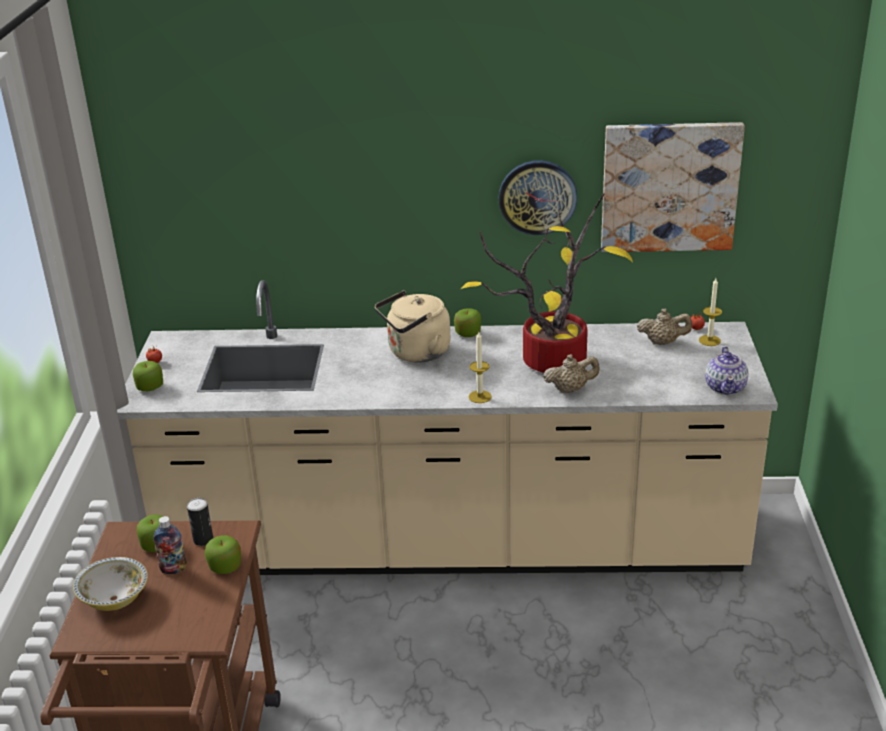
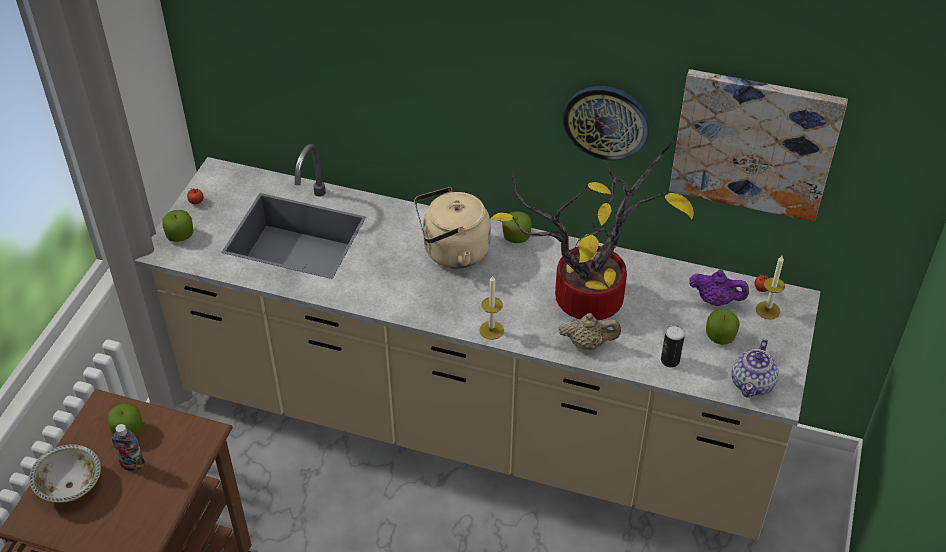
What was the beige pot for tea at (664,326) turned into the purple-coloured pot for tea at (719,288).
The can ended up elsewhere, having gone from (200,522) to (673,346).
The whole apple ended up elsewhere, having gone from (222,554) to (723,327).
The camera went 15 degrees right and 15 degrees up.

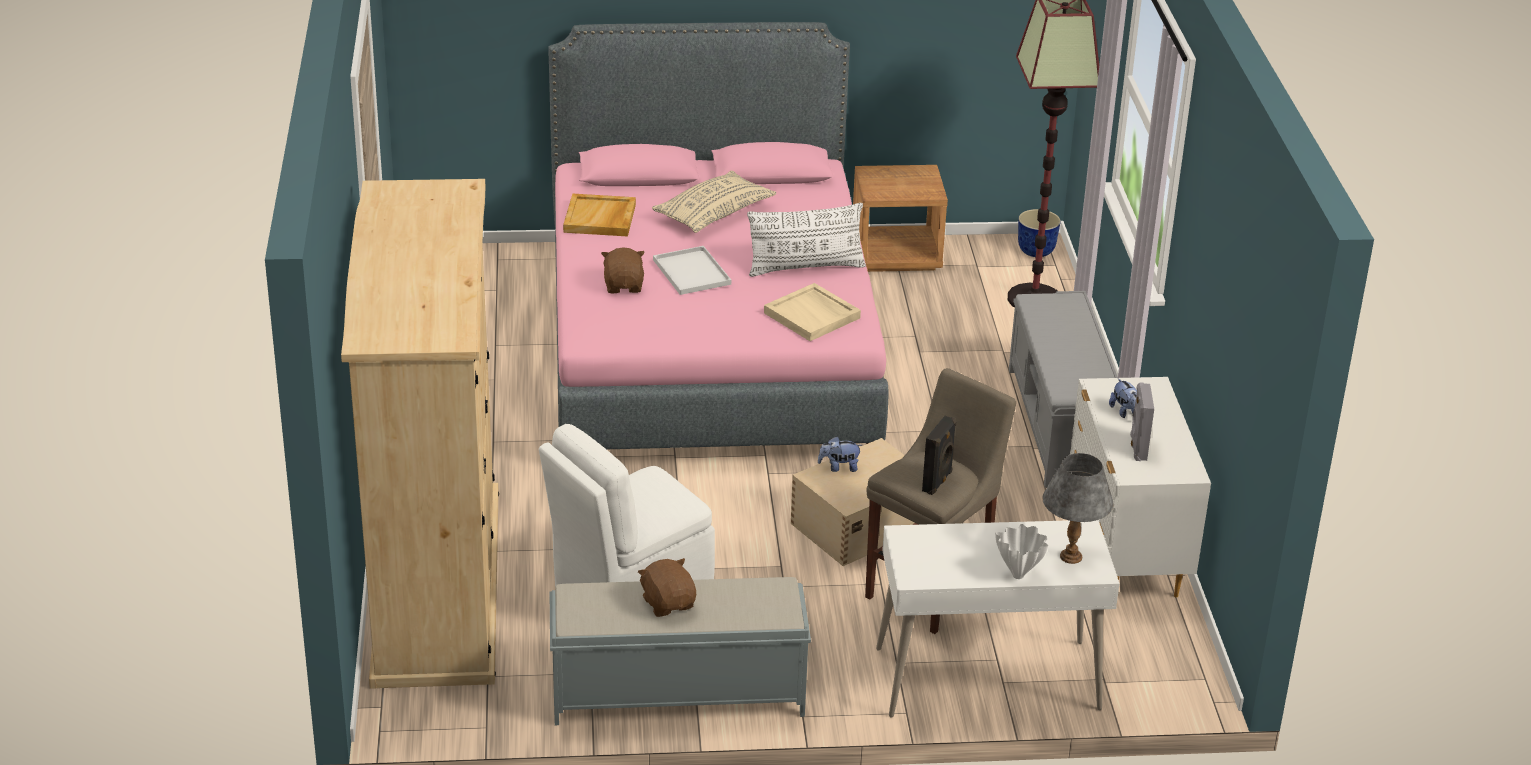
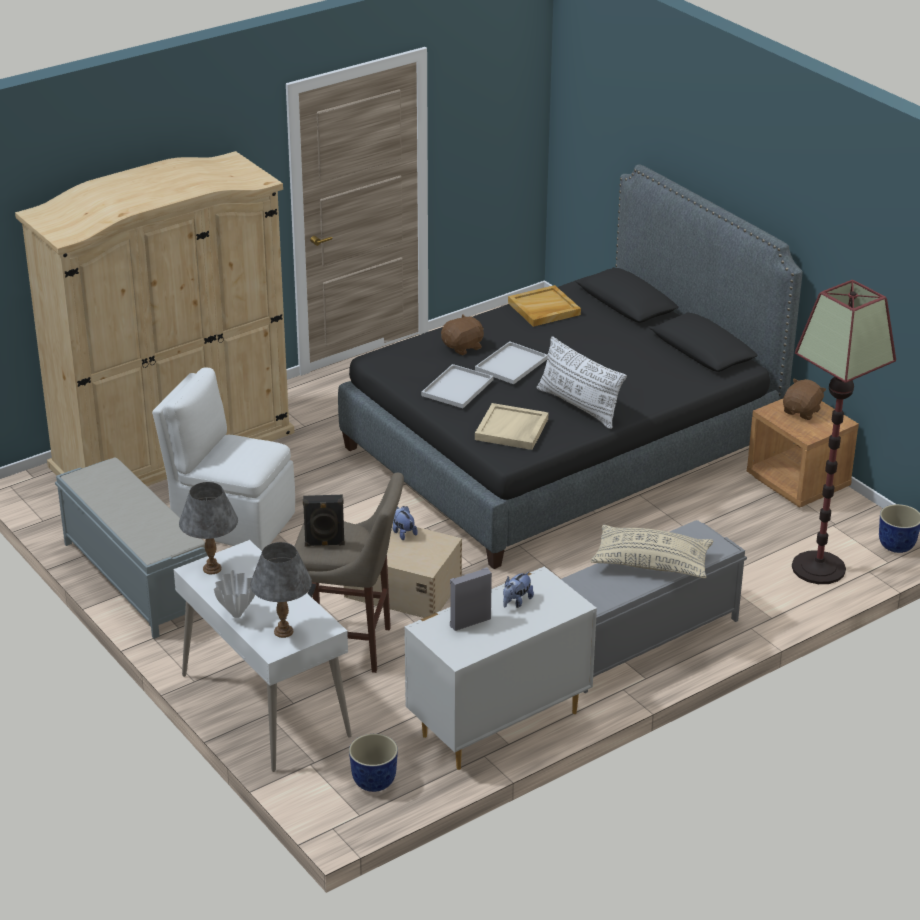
What was the pink bed at (718,235) turned into the blackish bed at (570,366).
The beige cushion ended up elsewhere, having gone from (714,202) to (652,551).
The brown-coloured soft toy ended up elsewhere, having gone from (667,587) to (804,399).
The second view gained the white-coloured carrying tray at (457,386).
The second view gained the greyish table lamp at (208,528).
The second view gained the planter at (373,763).
The camera went 60 degrees right and 0 degrees up.

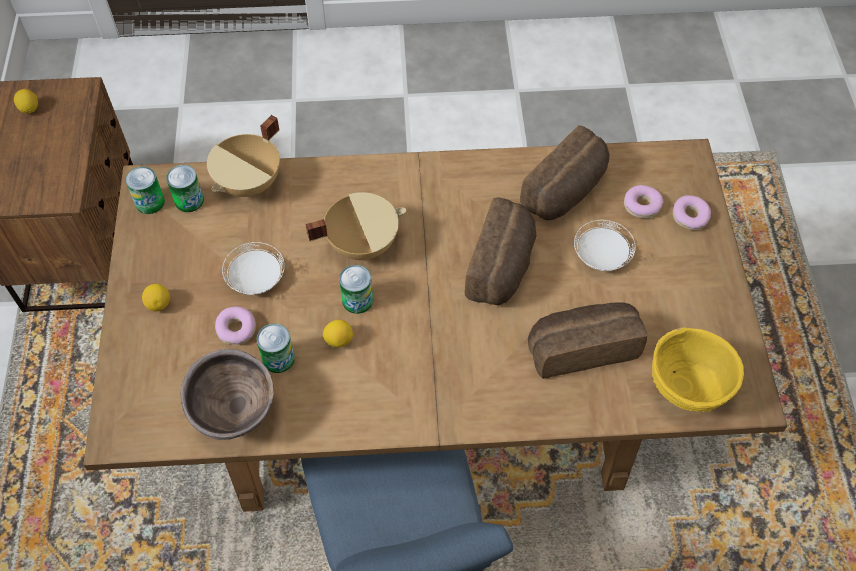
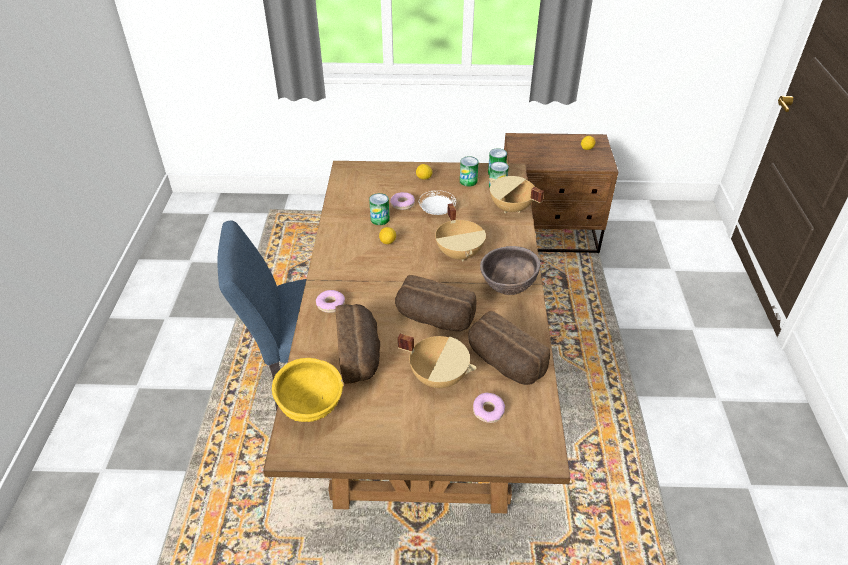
The ring doughnut ended up elsewhere, having gone from (692,212) to (330,301).
Where the white-coloured flat dish stood at (605,245), the beige cooking pot came to stand at (437,361).
The can ended up elsewhere, having gone from (356,289) to (469,171).
The brown-coloured bowl ended up elsewhere, having gone from (227,394) to (510,270).
The camera went 95 degrees right and 15 degrees down.

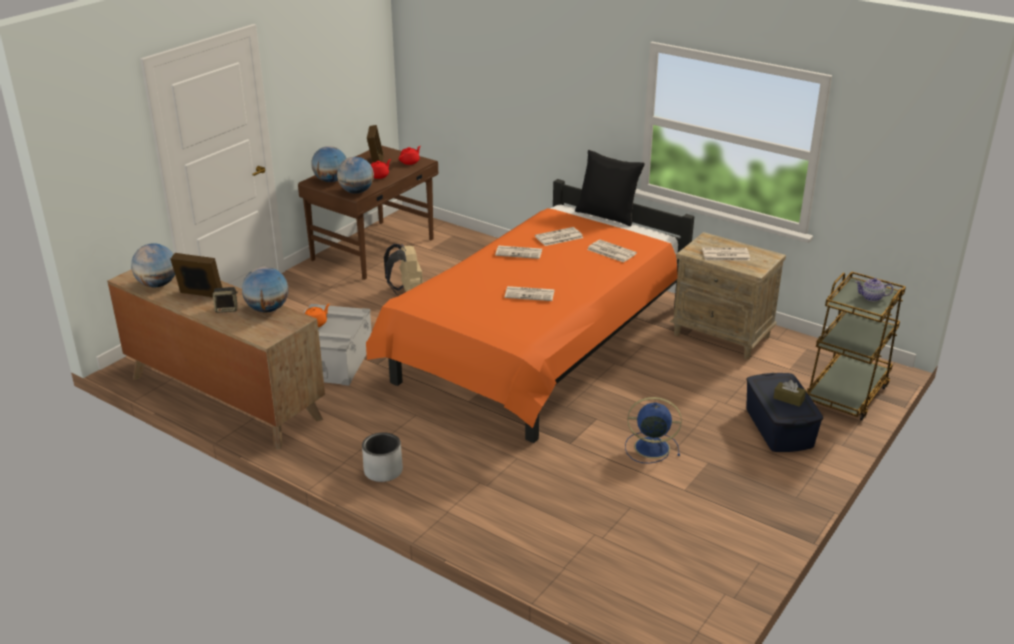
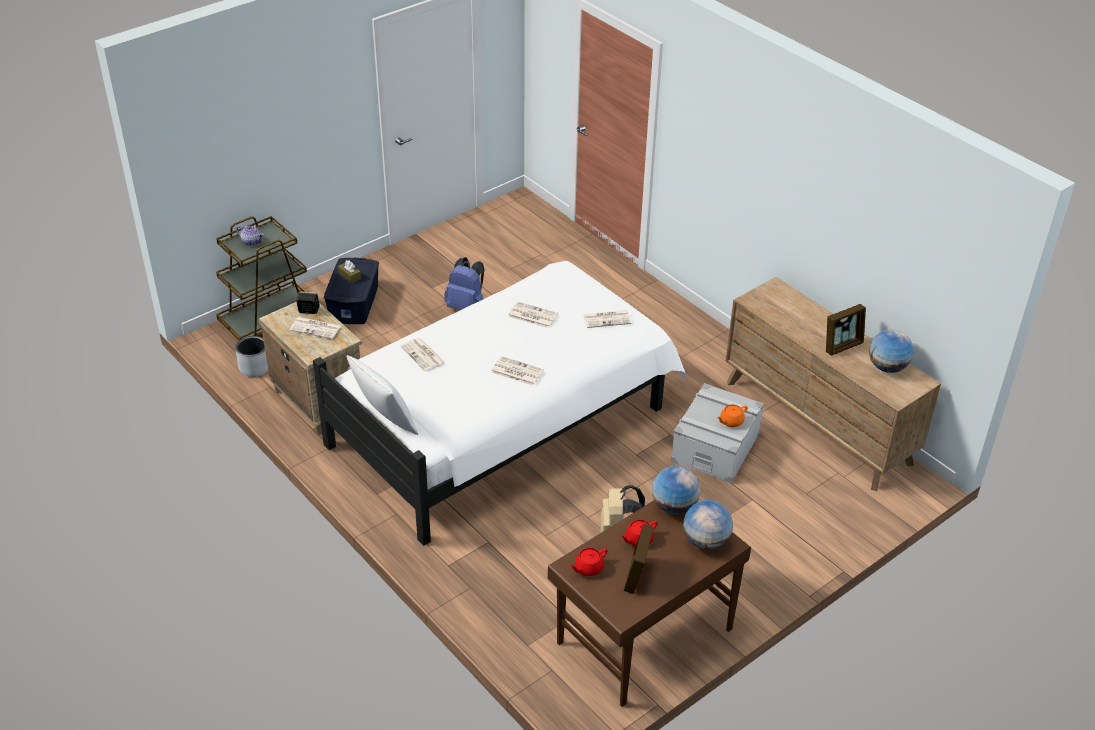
What was the blackish cushion at (610,188) turned into the white-coloured cushion at (382,395).
What was the orange-coloured bed at (530,311) turned into the white-coloured bed at (499,403).
The newspaper ended up elsewhere, having gone from (559,236) to (607,319).
The photo frame at (196,275) ended up facing another way, 60 degrees counterclockwise from before.
The second view lost the globe at (265,290).
The speaker ended up elsewhere, having gone from (225,300) to (307,303).
Where the blue-coloured fan stood at (653,430), the blue-coloured rucksack came to stand at (464,283).
The greyish planter ended up elsewhere, having gone from (382,457) to (251,356).
The camera went 165 degrees left and 10 degrees up.

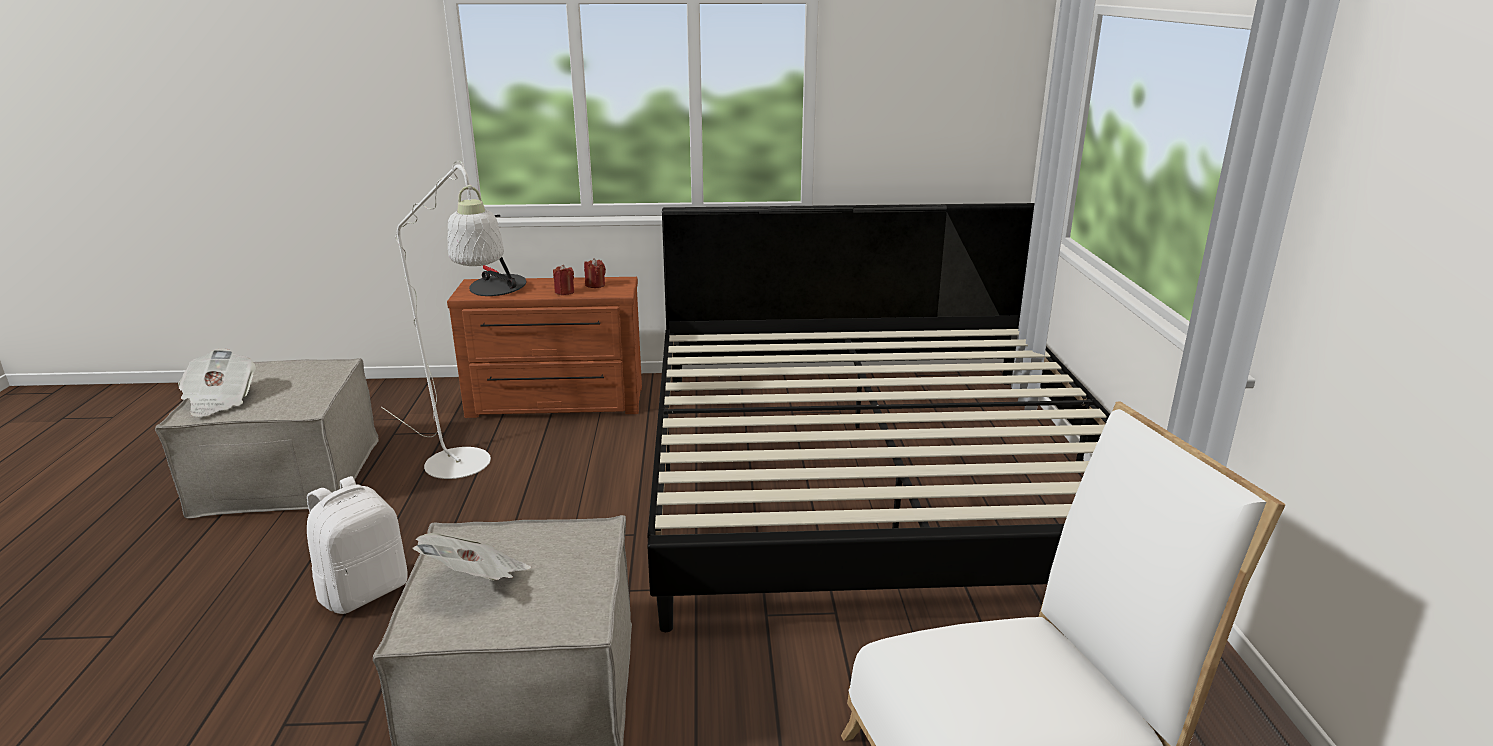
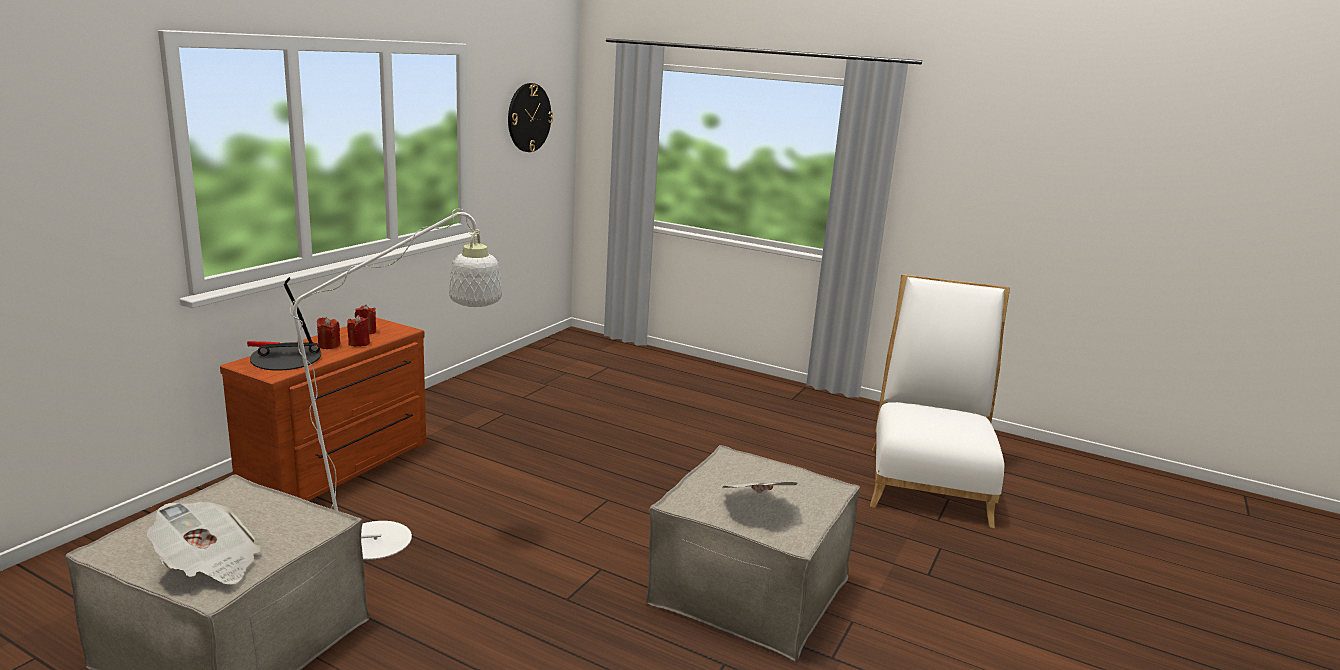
The second view lost the bed at (879,417).
The second view lost the white-coloured rucksack at (357,545).
The second view gained the hanging clock at (530,117).
The second view gained the red wax light at (329,333).
The camera went 60 degrees left and 5 degrees down.

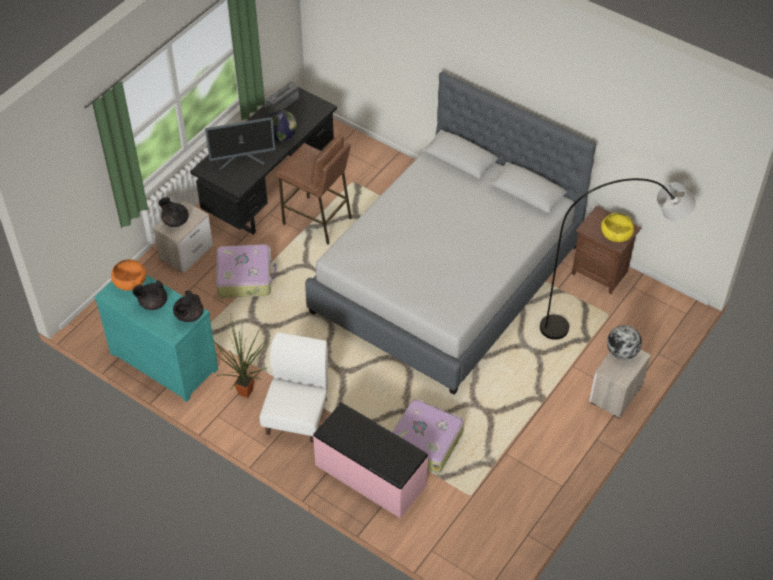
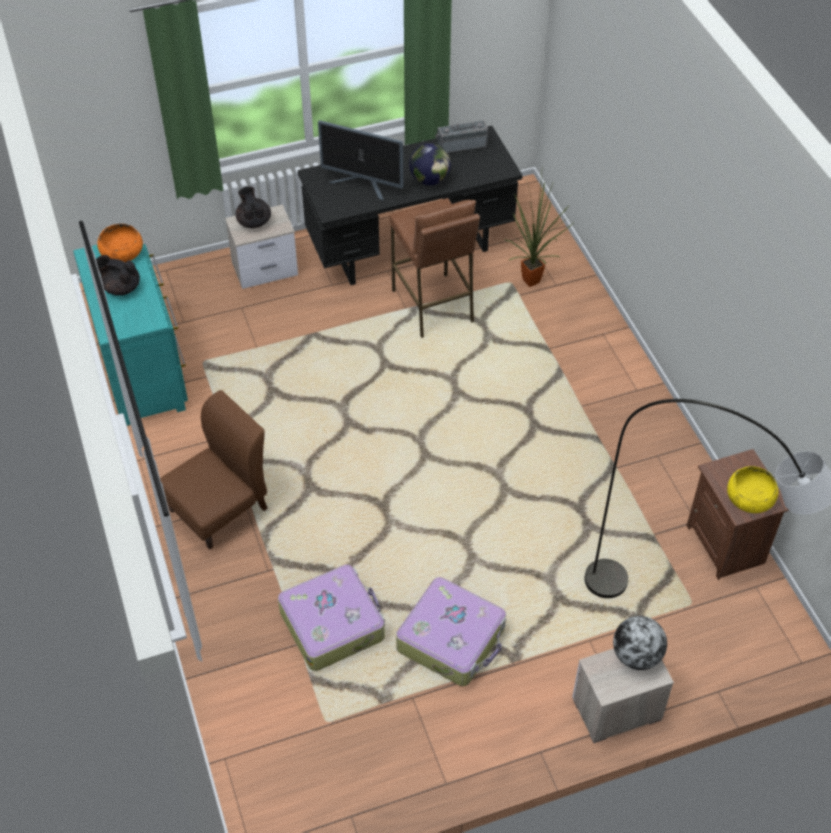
The second view lost the greyish bed at (450,233).
The travel case ended up elsewhere, having gone from (246,271) to (451,631).
The second view lost the blackish pot for tea at (188,306).
The potted plant ended up elsewhere, having gone from (240,356) to (538,230).
What was the white-coloured plain chair at (293,387) turned into the brown-coloured plain chair at (214,469).
The second view lost the pink bench at (371,460).
The camera went 35 degrees right and 0 degrees up.

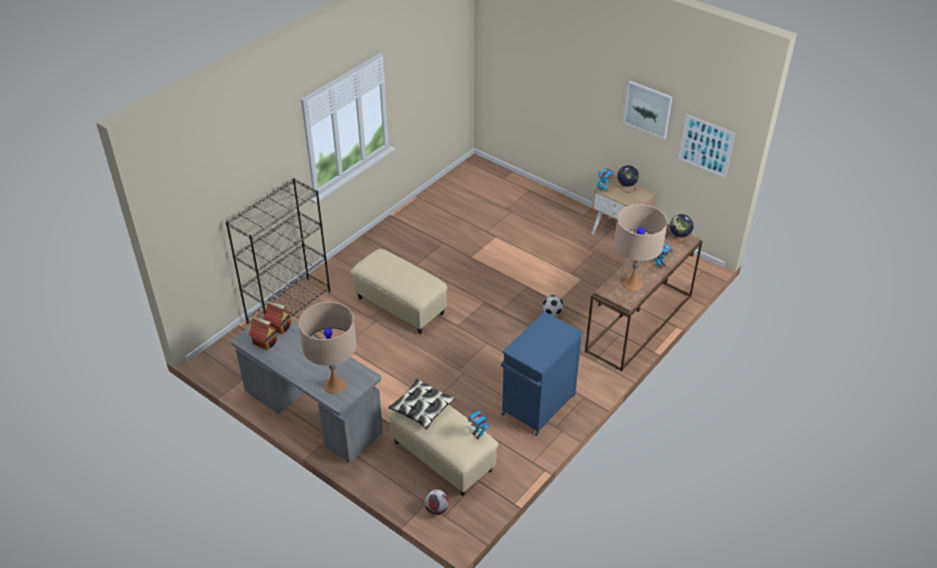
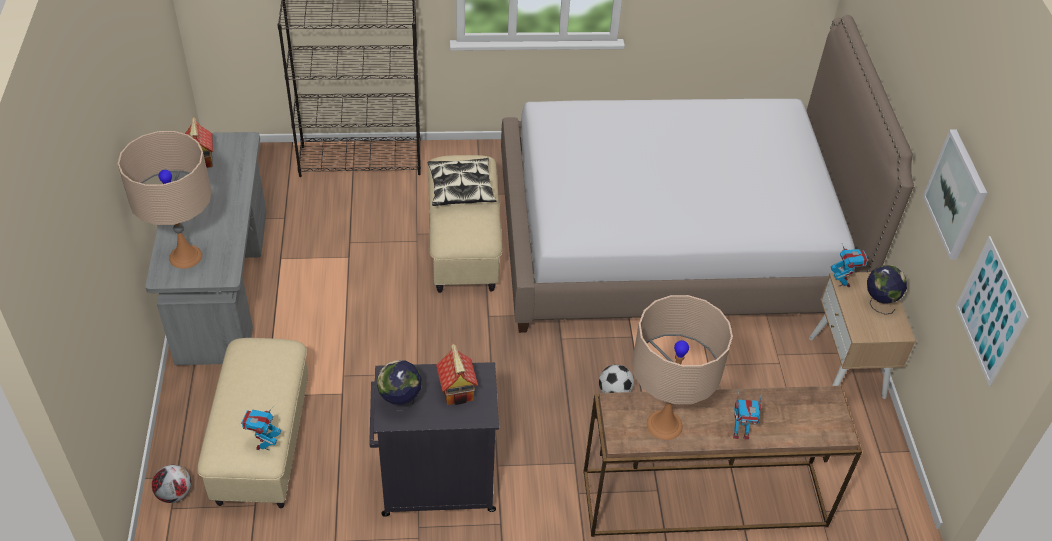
The globe ended up elsewhere, having gone from (681,228) to (399,385).
The toy house ended up elsewhere, having gone from (277,317) to (457,374).
What was the blue-coloured cupboard at (542,374) turned into the blackish cupboard at (434,439).
The cushion ended up elsewhere, having gone from (421,403) to (462,182).
The second view gained the bed at (707,174).
The camera went 45 degrees right and 5 degrees up.

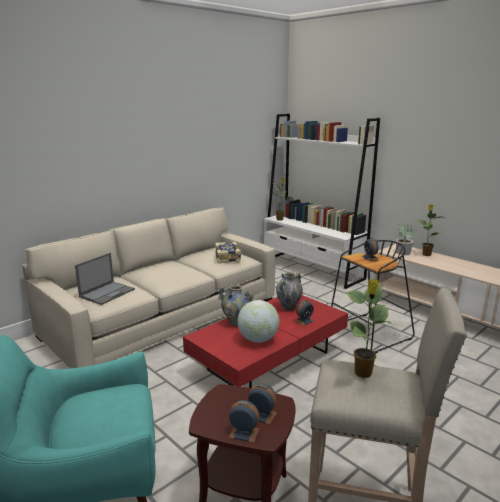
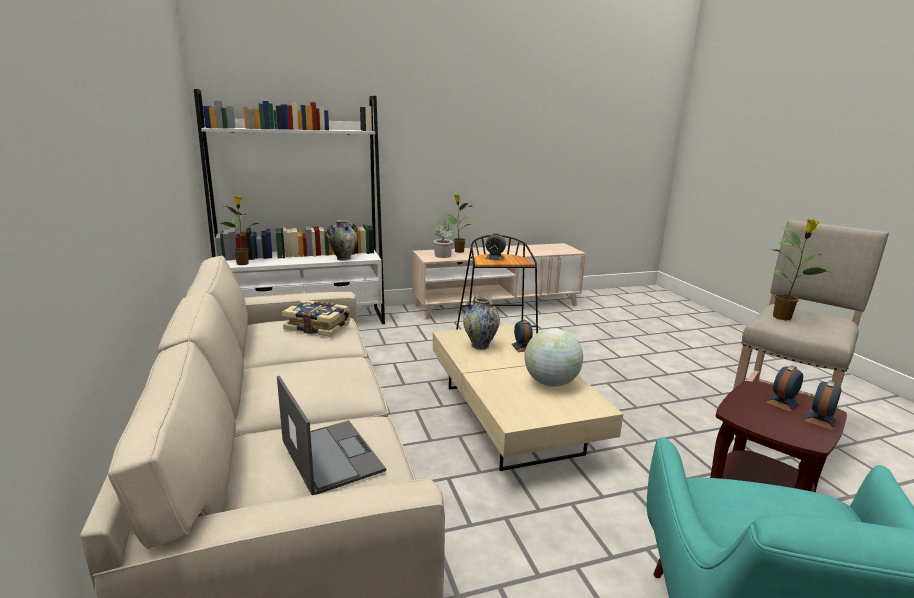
The vase ended up elsewhere, having gone from (236,305) to (342,240).
What was the red low table at (265,341) turned into the beige low table at (528,397).
The camera went 65 degrees left and 0 degrees up.

